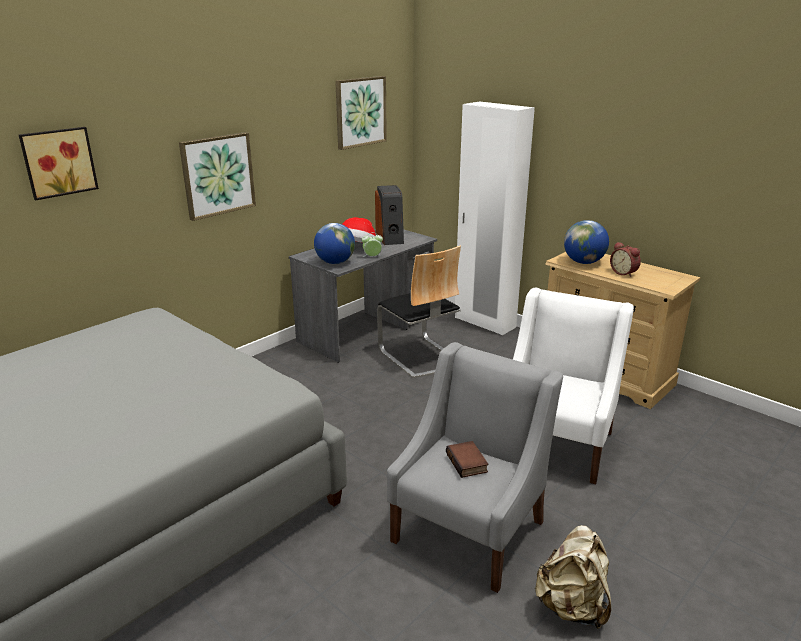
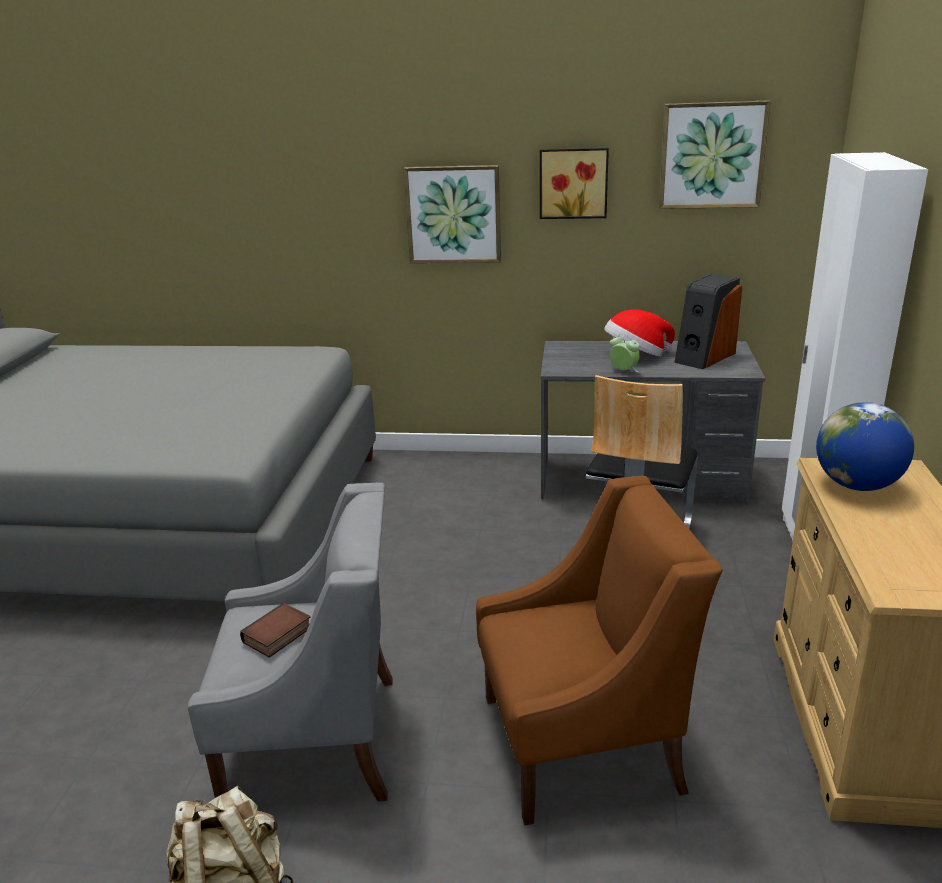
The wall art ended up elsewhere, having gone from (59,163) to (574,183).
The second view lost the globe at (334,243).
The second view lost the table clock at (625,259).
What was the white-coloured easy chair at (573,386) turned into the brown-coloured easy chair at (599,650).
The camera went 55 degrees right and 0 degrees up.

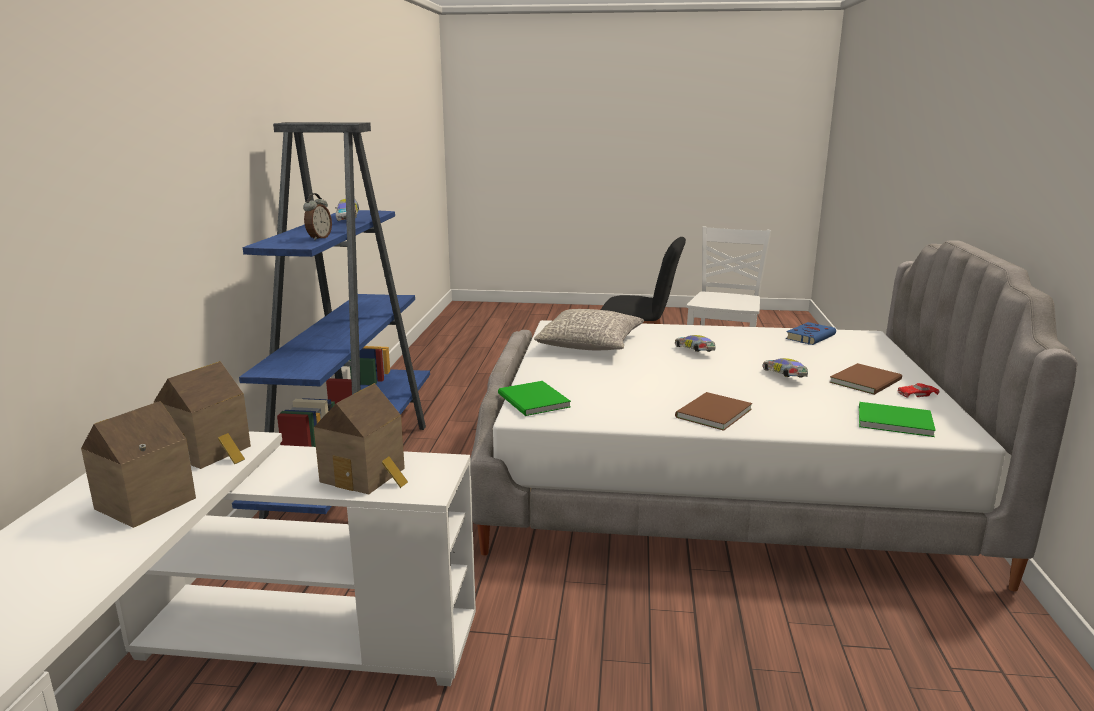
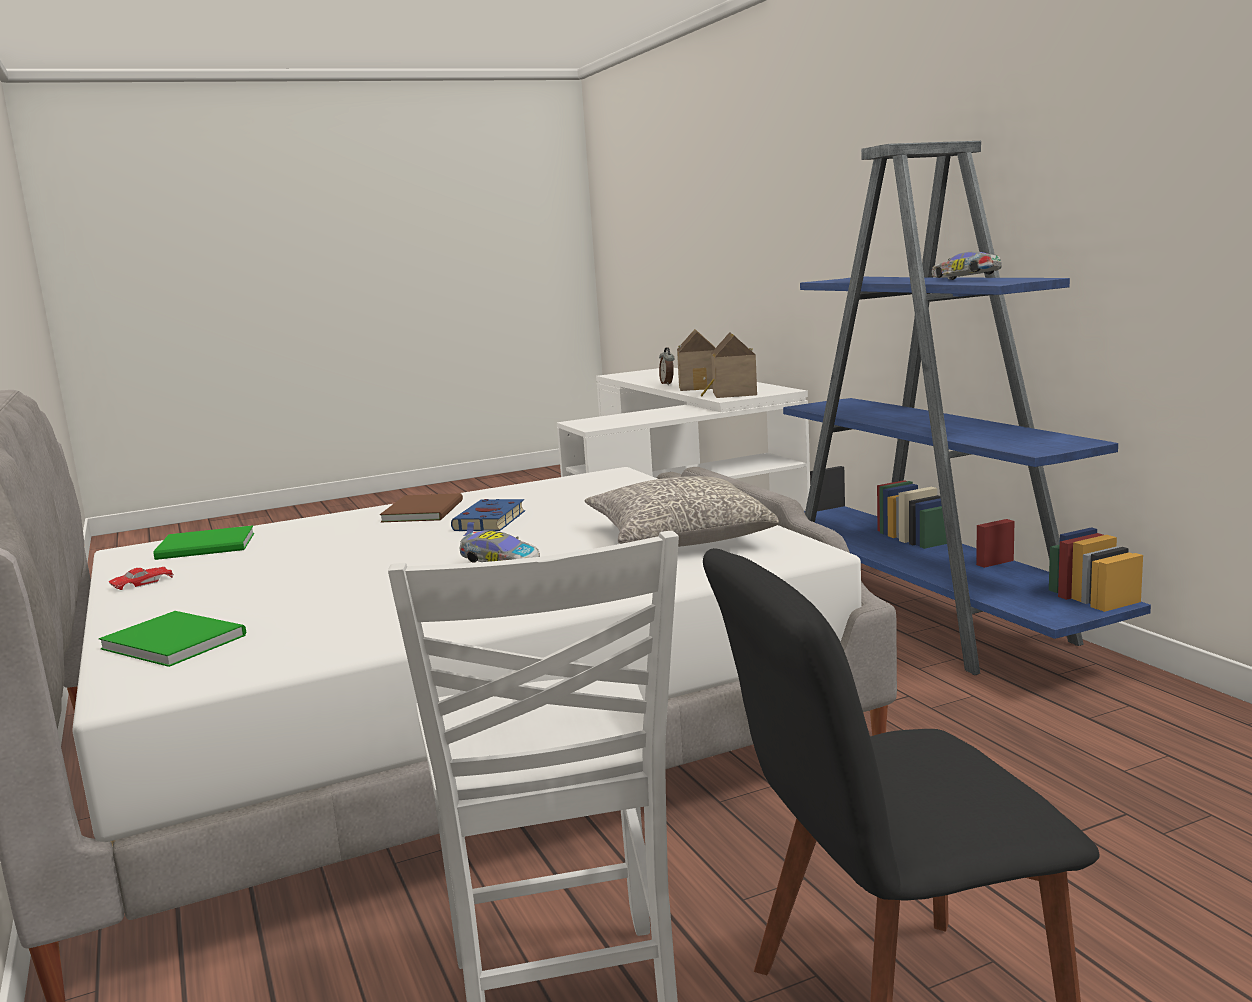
The table clock ended up elsewhere, having gone from (317,217) to (666,366).
The blue-coloured bound book ended up elsewhere, having gone from (811,333) to (488,517).
The second view lost the miniature car at (785,367).
The second view lost the brown-coloured bound book at (865,379).
The green bound book ended up elsewhere, having gone from (534,398) to (173,639).
The second view lost the toy house at (361,438).
The camera went 150 degrees right and 5 degrees down.

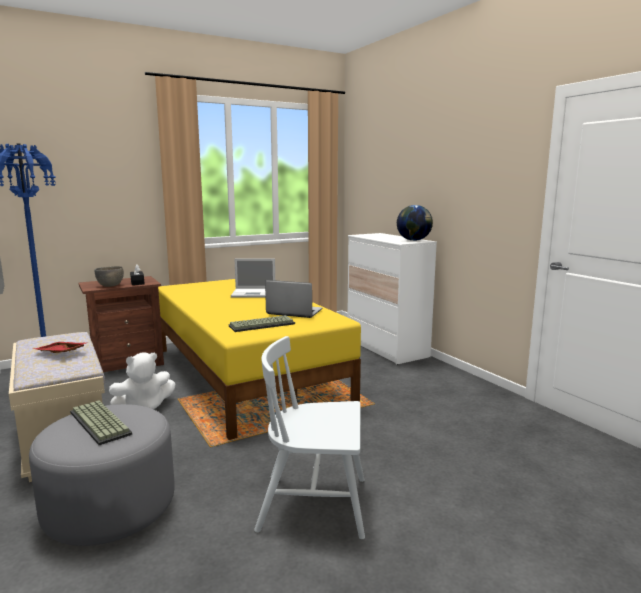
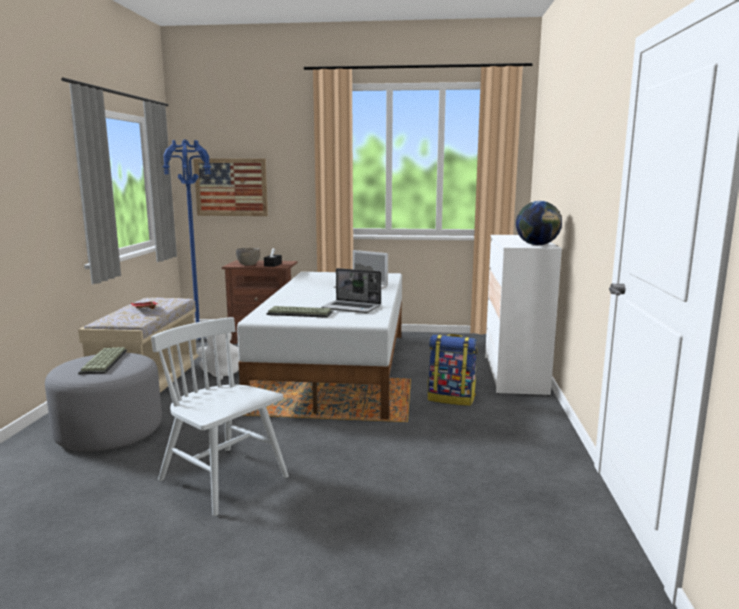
What was the yellow-coloured bed at (259,359) turned into the white-coloured bed at (319,345).
The laptop at (294,299) ended up facing another way, 150 degrees clockwise from before.
The second view gained the wall art at (231,187).
The second view gained the rucksack at (452,370).
The camera went 35 degrees right and 0 degrees up.

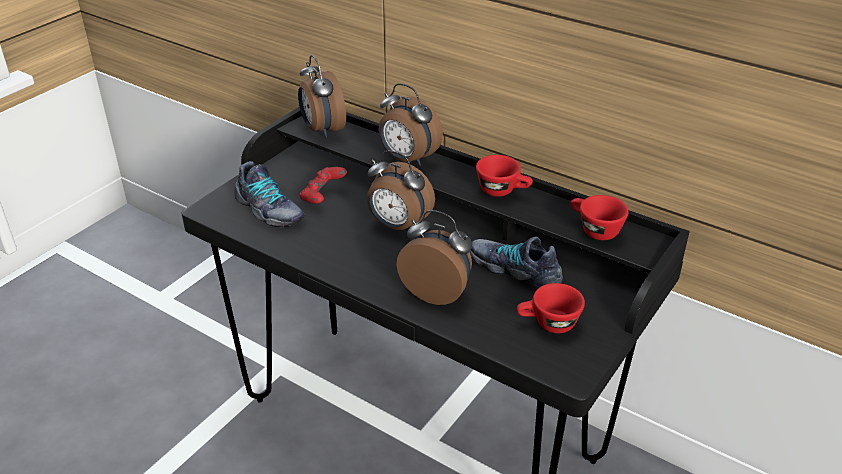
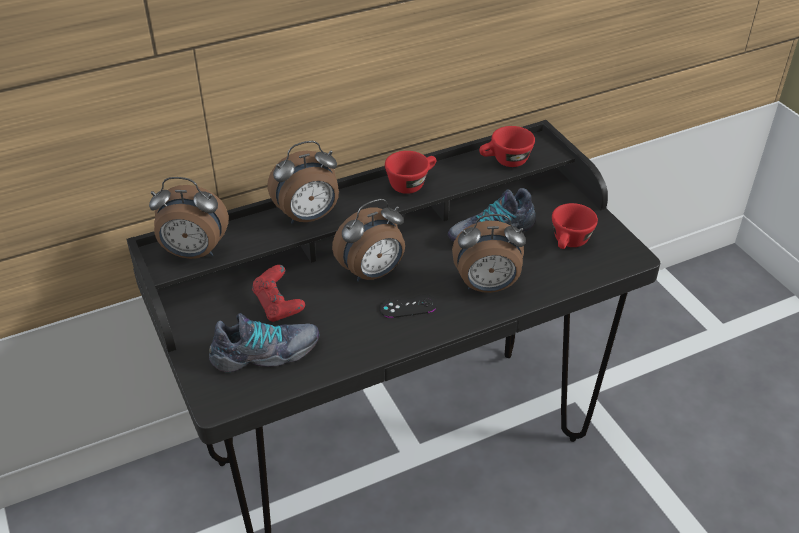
The table clock at (434,257) ended up facing another way, 150 degrees counterclockwise from before.
The second view gained the blackish gamepad at (408,306).
The camera went 60 degrees left and 5 degrees up.

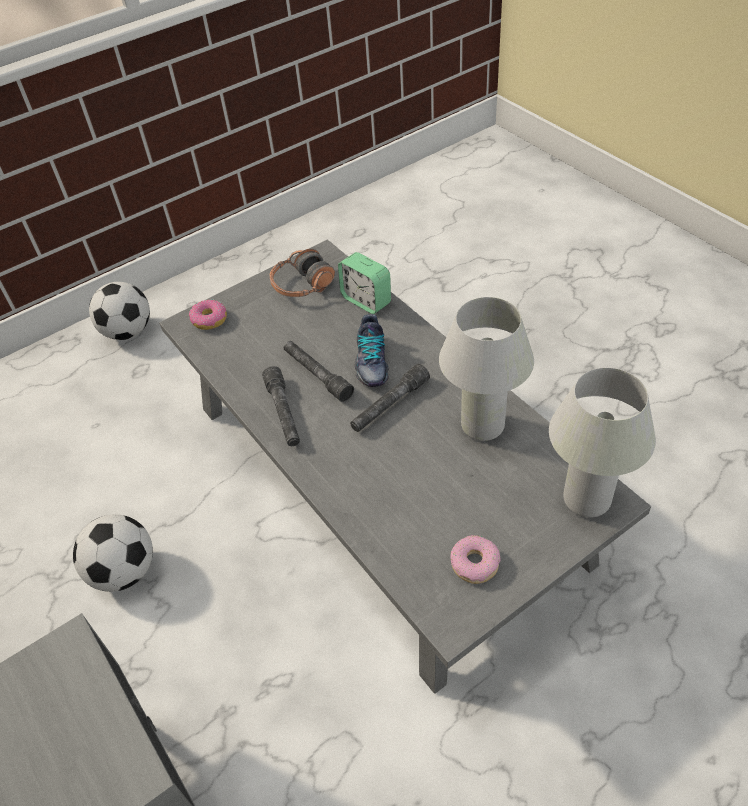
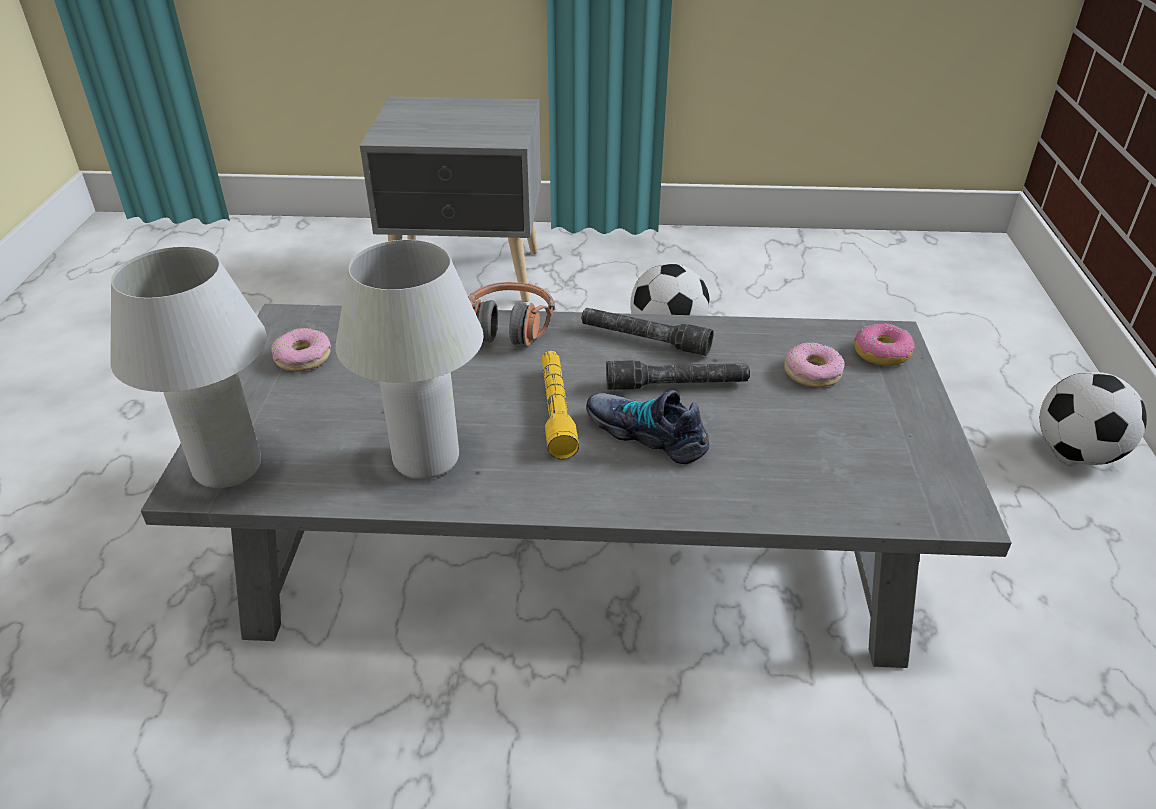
The pair of headphones ended up elsewhere, having gone from (302,273) to (511,314).
The second view lost the table clock at (364,283).
What was the greyish torch at (390,398) turned into the yellow-coloured torch at (560,405).
The second view gained the ring doughnut at (814,365).
The camera went 125 degrees right and 10 degrees down.

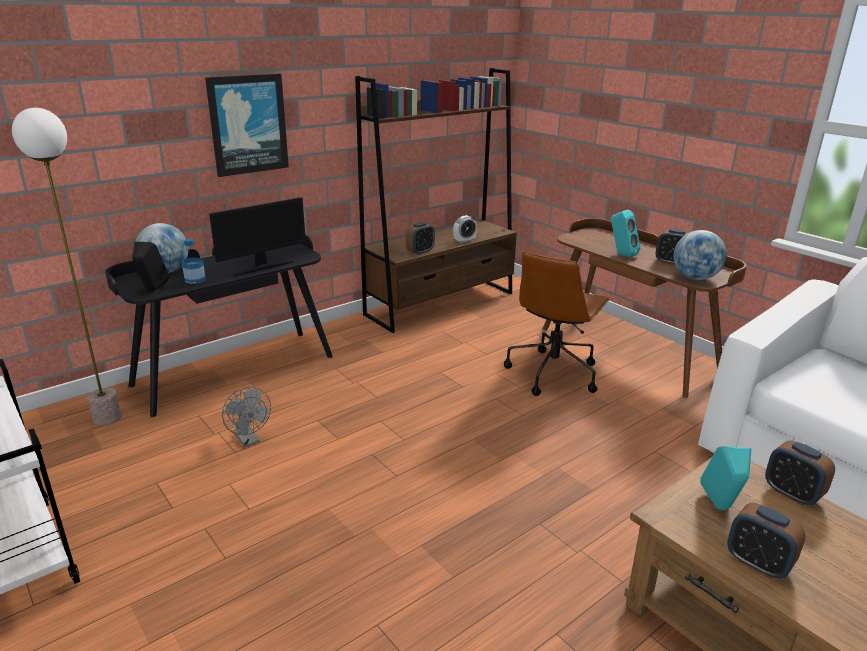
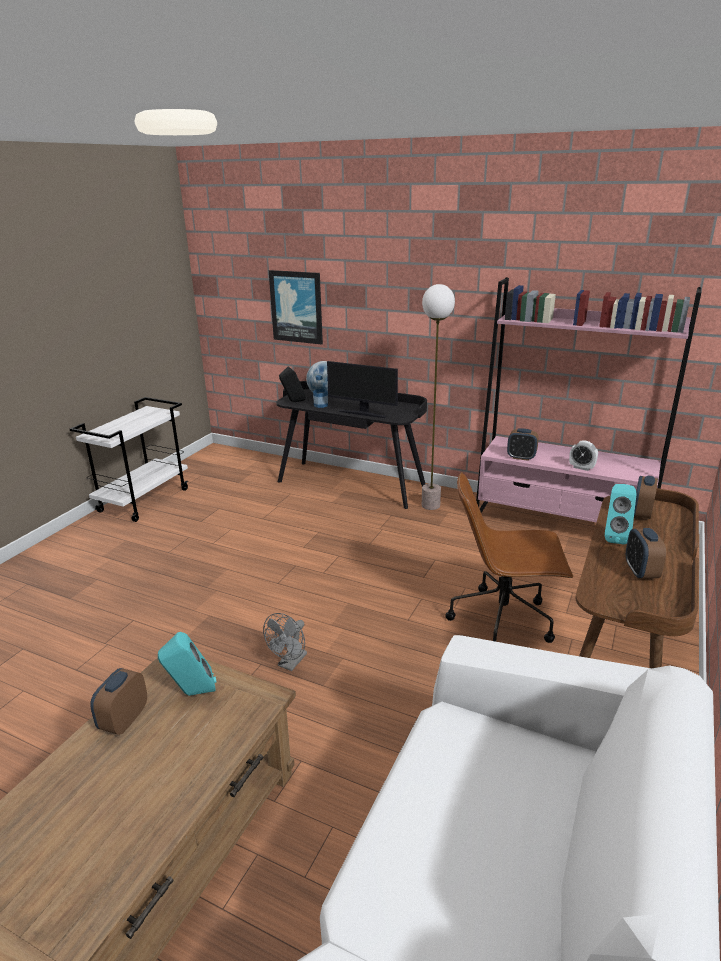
What was the brown-coloured bookshelf at (436,200) turned into the pink bookshelf at (588,399).
The wall art ended up elsewhere, having gone from (247,125) to (296,307).
The standard lamp ended up elsewhere, having gone from (66,267) to (438,397).
The second view lost the globe at (700,255).
The greyish fan ended up elsewhere, having gone from (246,417) to (285,642).
The table clock ended up elsewhere, having gone from (800,473) to (646,497).
The camera went 65 degrees right and 0 degrees up.

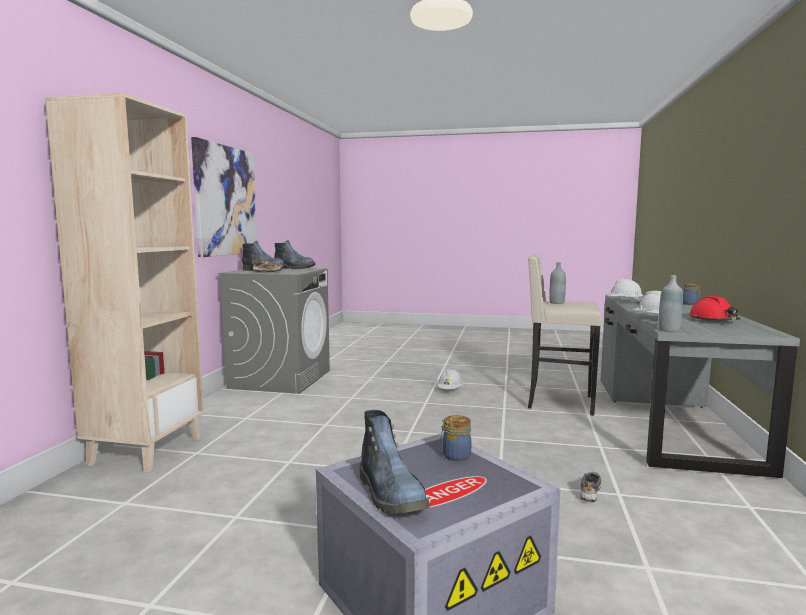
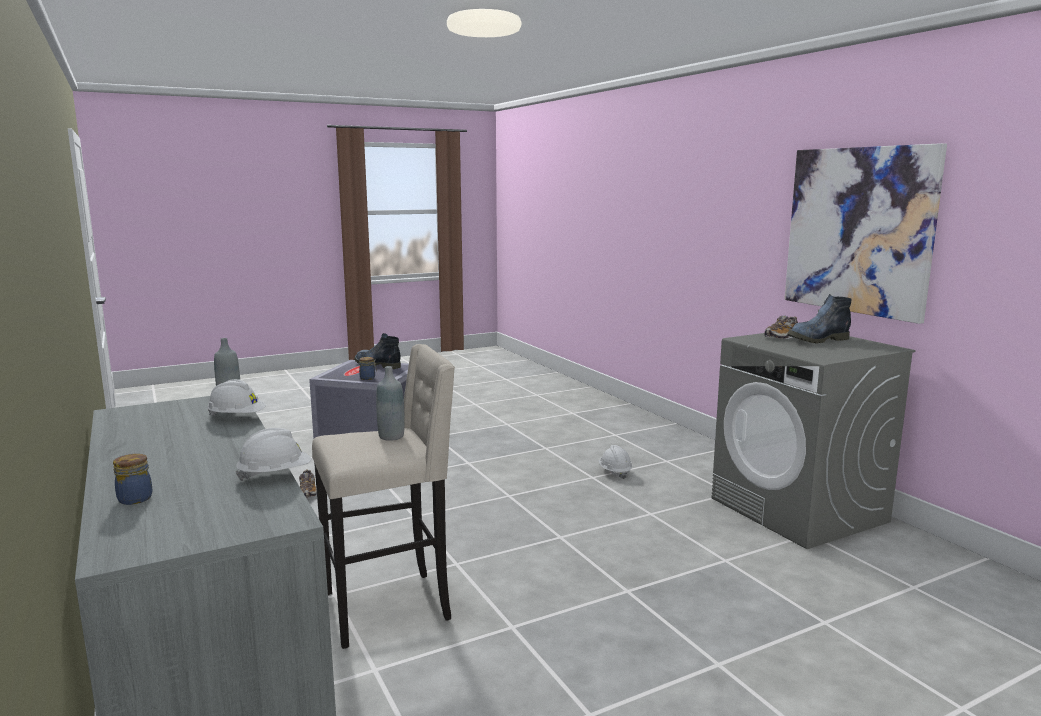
The second view lost the beige bookshelf at (124,283).
The second view lost the boot at (295,254).
The second view lost the red safety helmet at (714,308).
The white-coloured safety helmet ended up elsewhere, having gone from (450,379) to (615,462).
The camera went 140 degrees right and 5 degrees up.

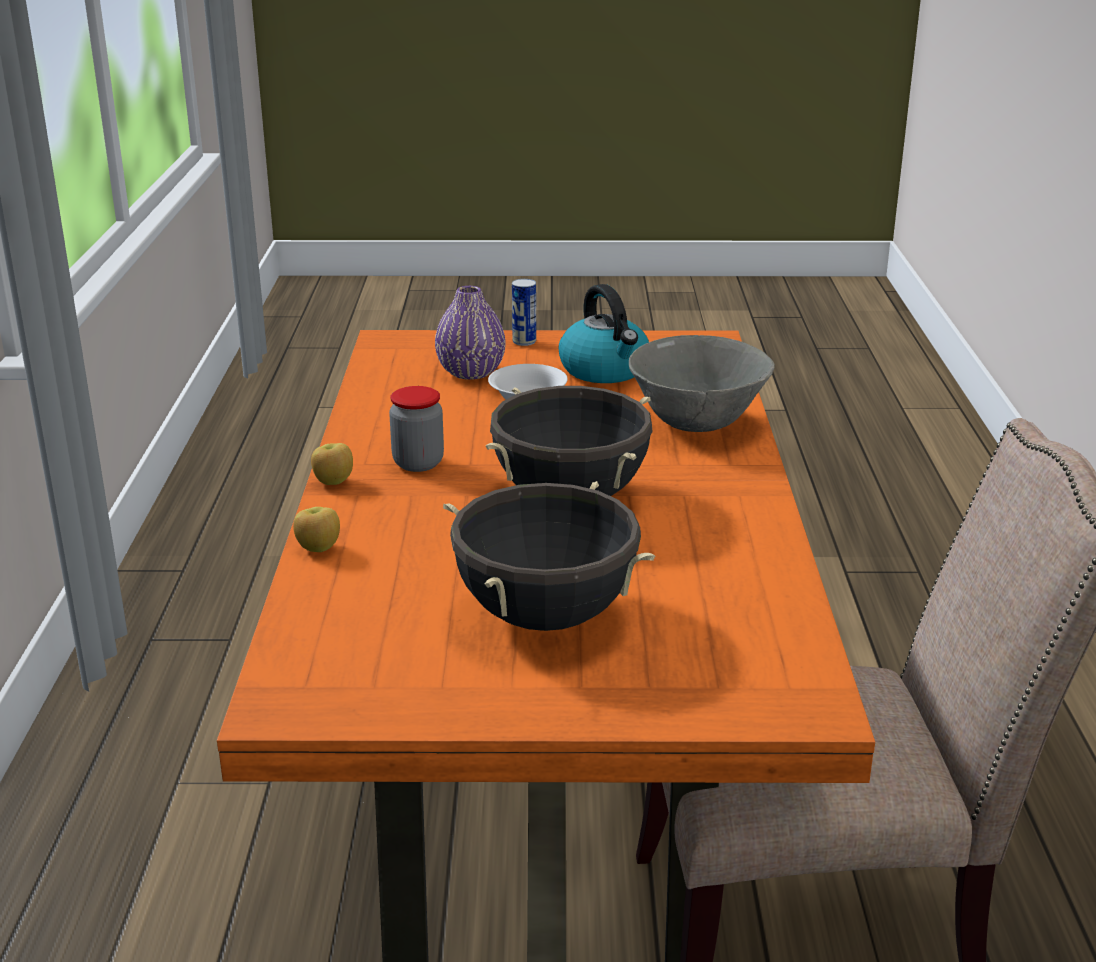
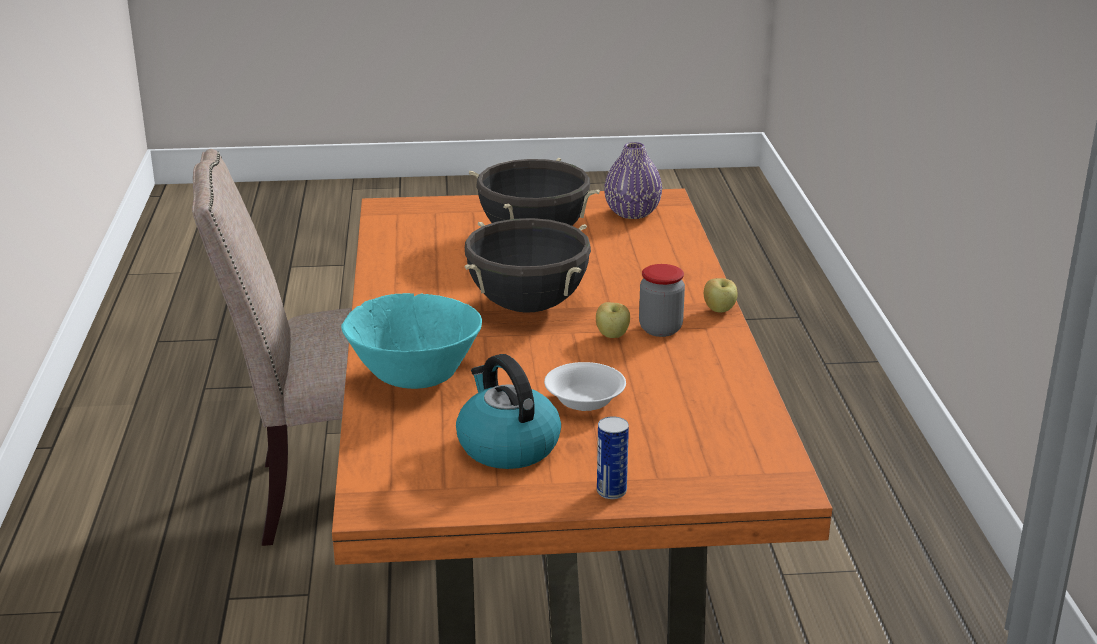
The purple-coloured vase ended up elsewhere, having gone from (470,333) to (633,180).
What was the greyish bowl at (702,383) turned into the turquoise bowl at (411,341).
The whole apple ended up elsewhere, having gone from (316,529) to (613,320).
The camera went 175 degrees right and 0 degrees up.

